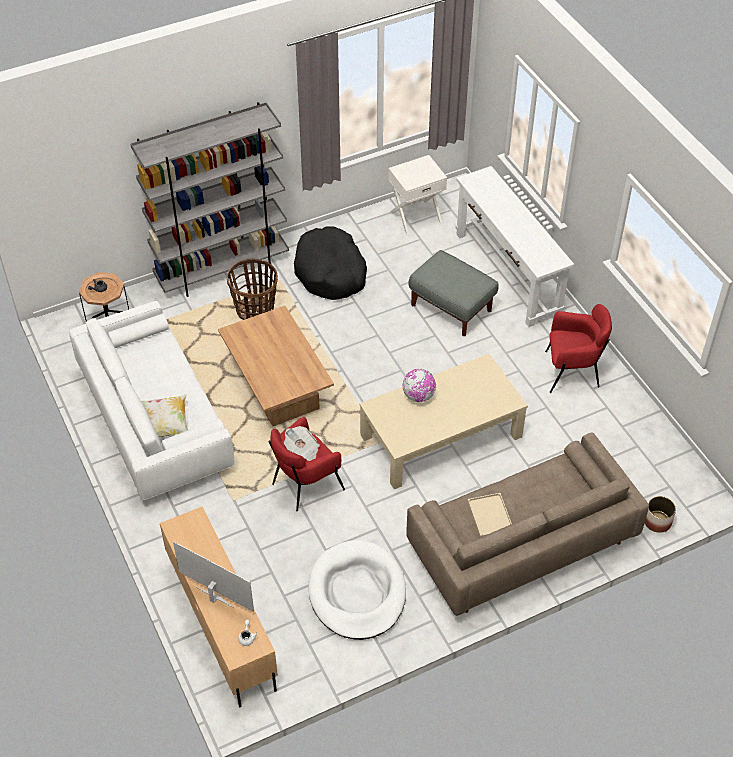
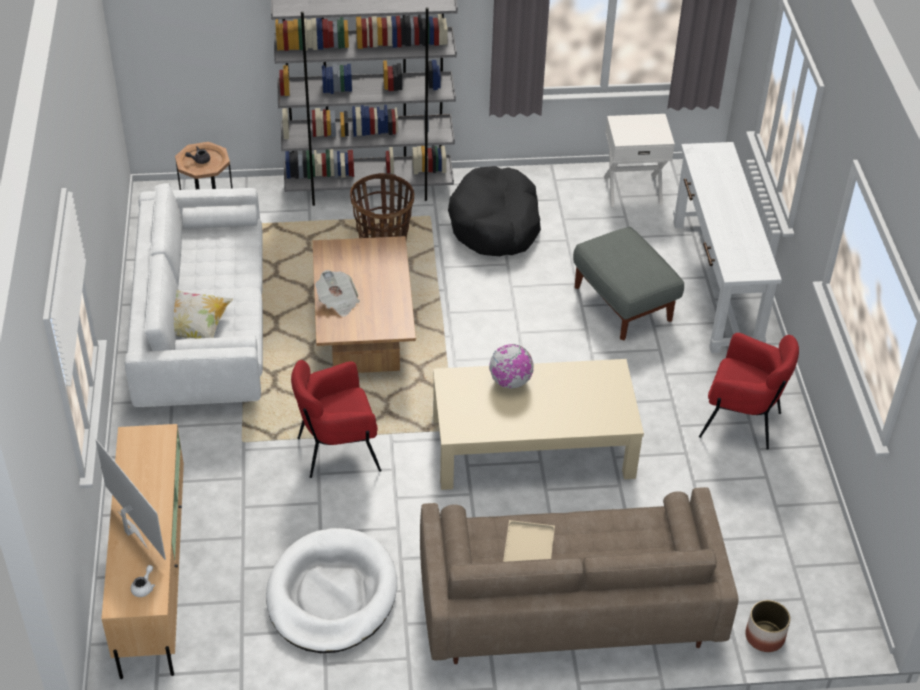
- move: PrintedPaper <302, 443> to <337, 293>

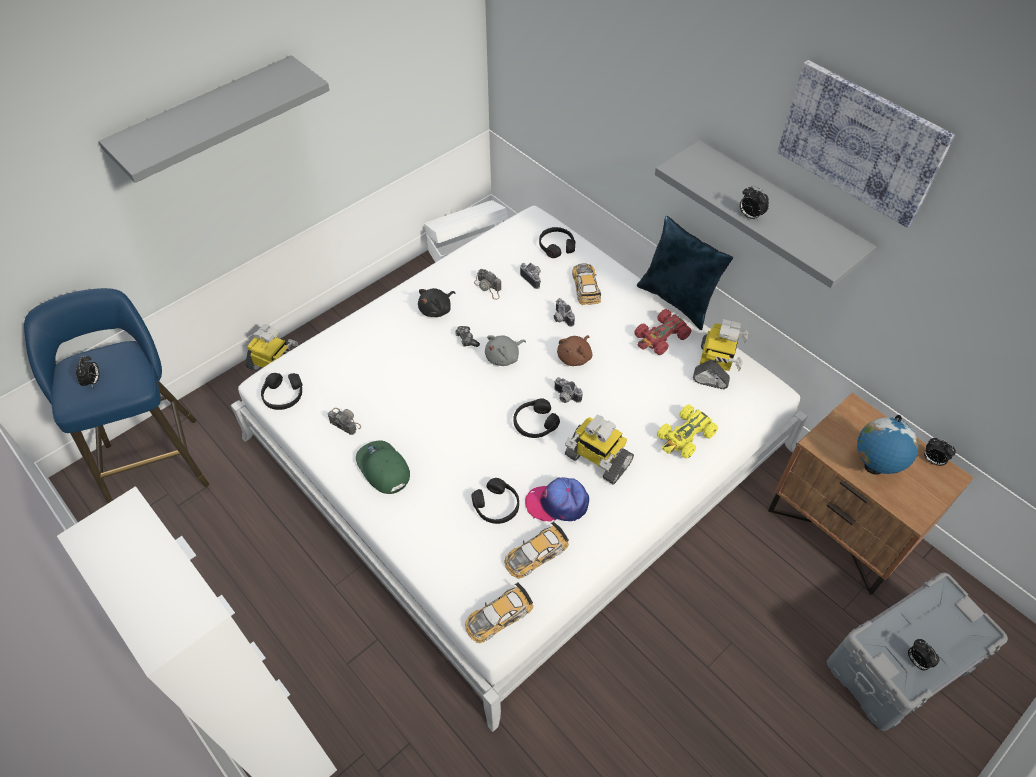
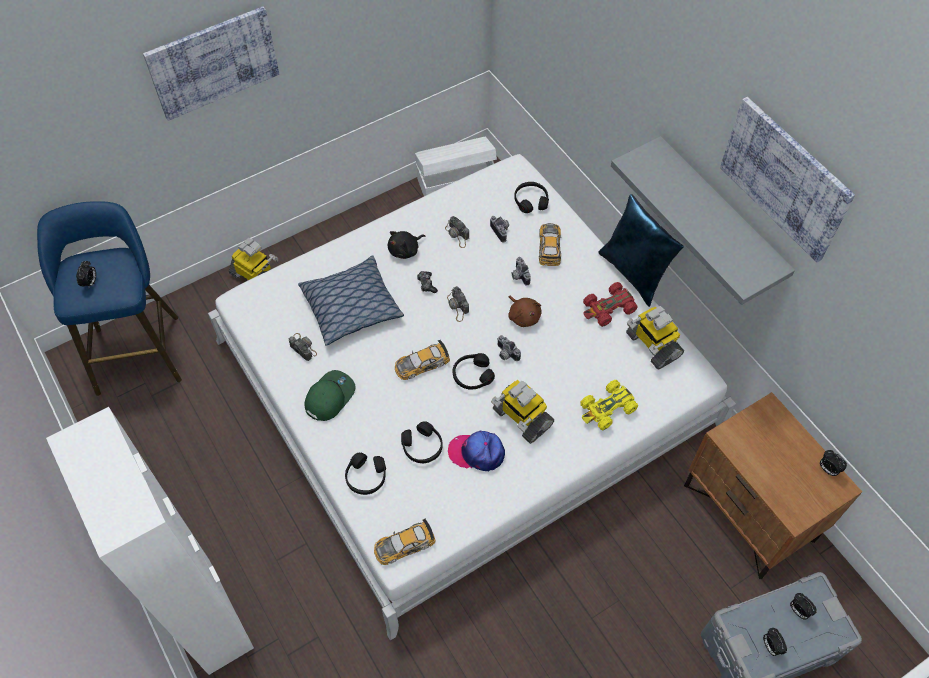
- replace: GreyShelf <214, 119> to Picture <211, 63>
- move: BlackColouredHeadphones <281, 391> to <365, 473>
- rotate: GreenColouredBaseballCap <383, 467> = <330, 395> 60 degrees clockwise
- replace: GreySoftToy <505, 350> to StillCamera <458, 304>
- move: ModelCar <536, 550> to <422, 360>
- rotate: BrownishSoftToy <575, 350> = <525, 311> 75 degrees counterclockwise
- rotate: ToyRobot <720, 354> = <655, 338> 120 degrees clockwise
- move: TableClock <754, 203> to <803, 606>
- delete: WorldGlobe <888, 445>
- insert: Pillow <351, 300>

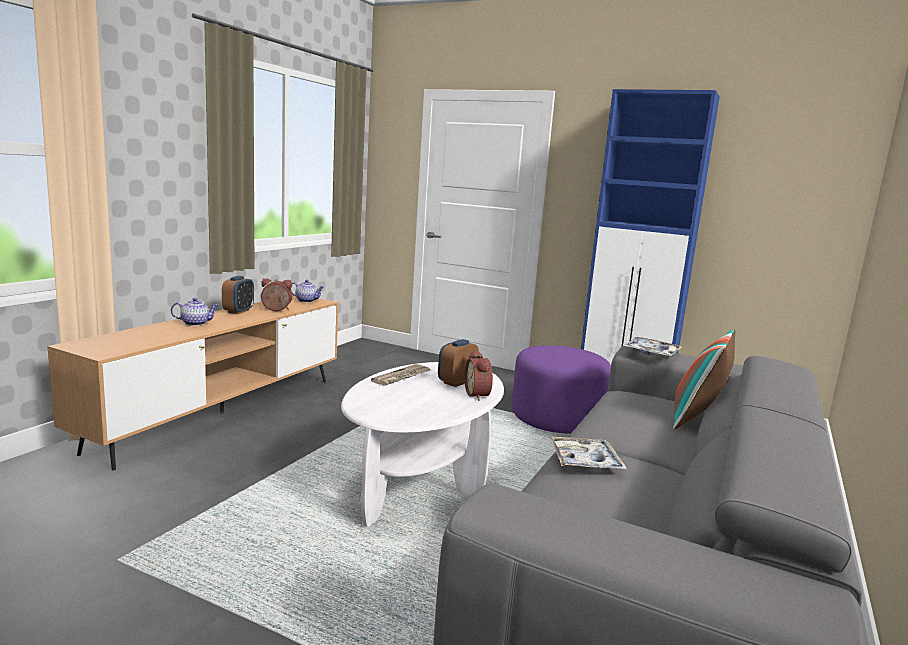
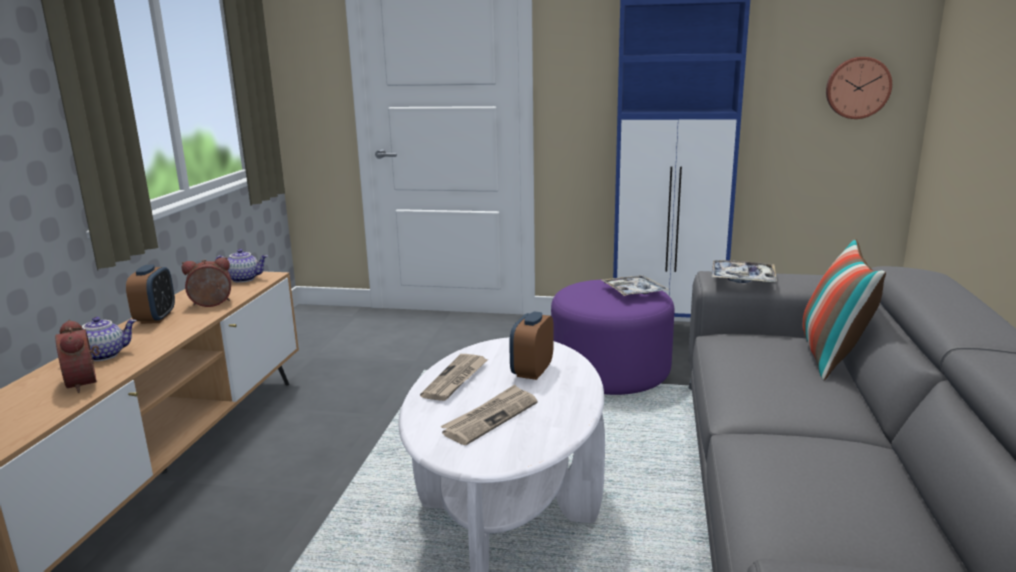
- move: TableClock <478, 375> to <77, 356>
- move: CarryingTray <588, 452> to <635, 285>
- insert: PrintedPaper <488, 415>
- insert: WallClock <859, 88>

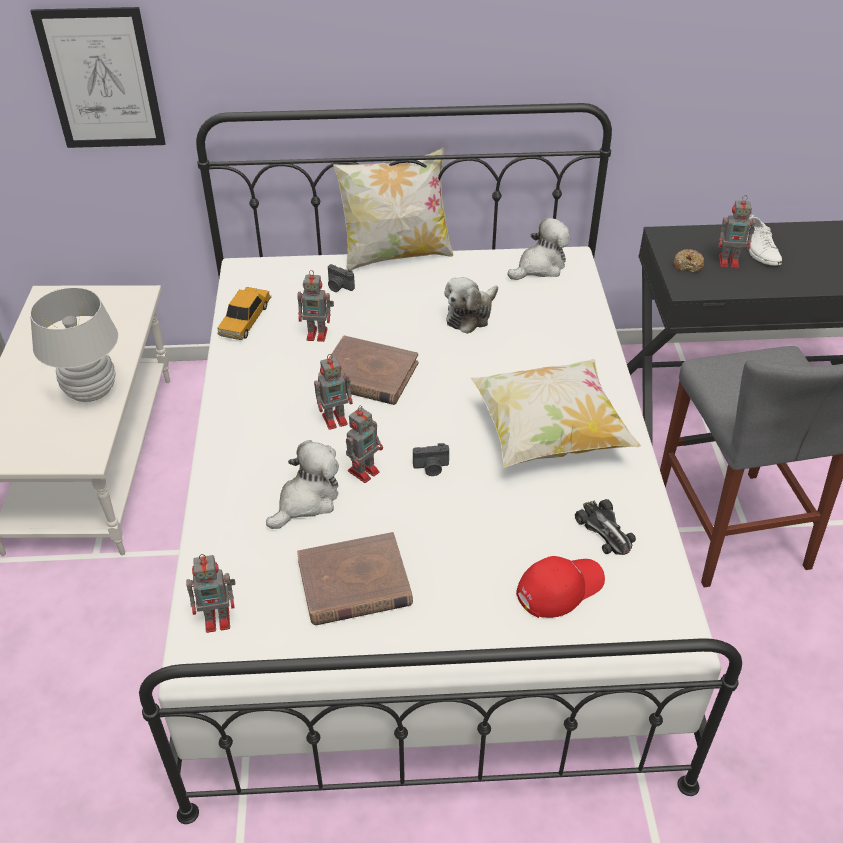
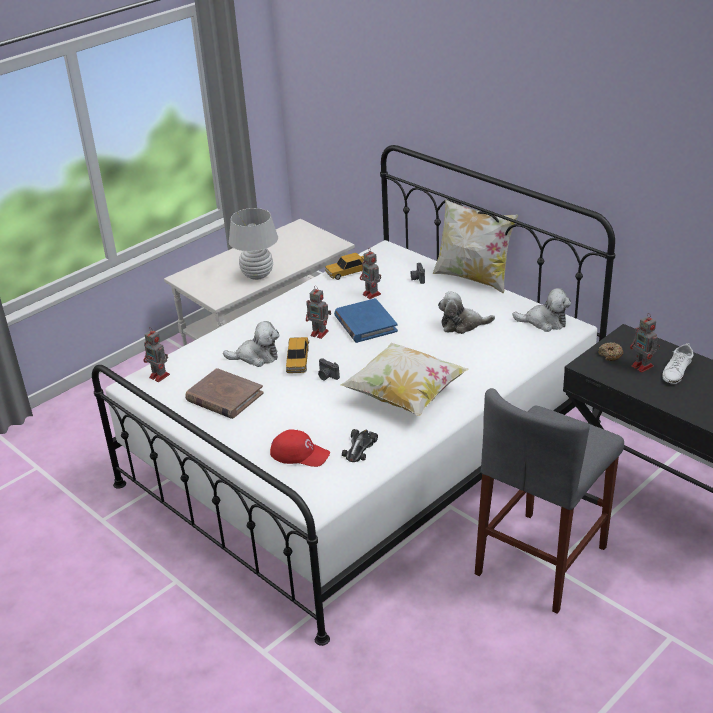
- delete: Picture <98, 77>
- recolor: BrownishVolume <368, 370> to BluishVolume <366, 320>
- replace: ToyRobot <364, 444> to ModelCar <297, 355>

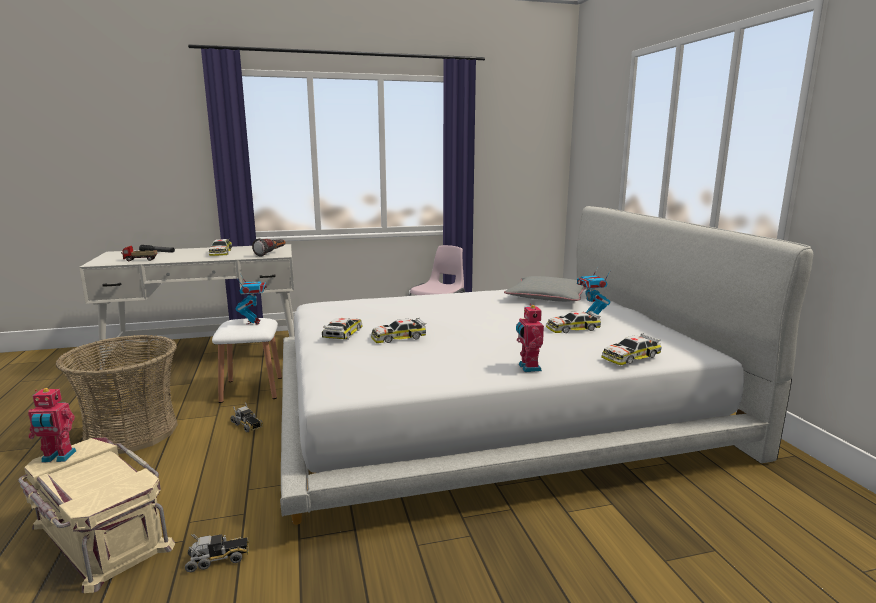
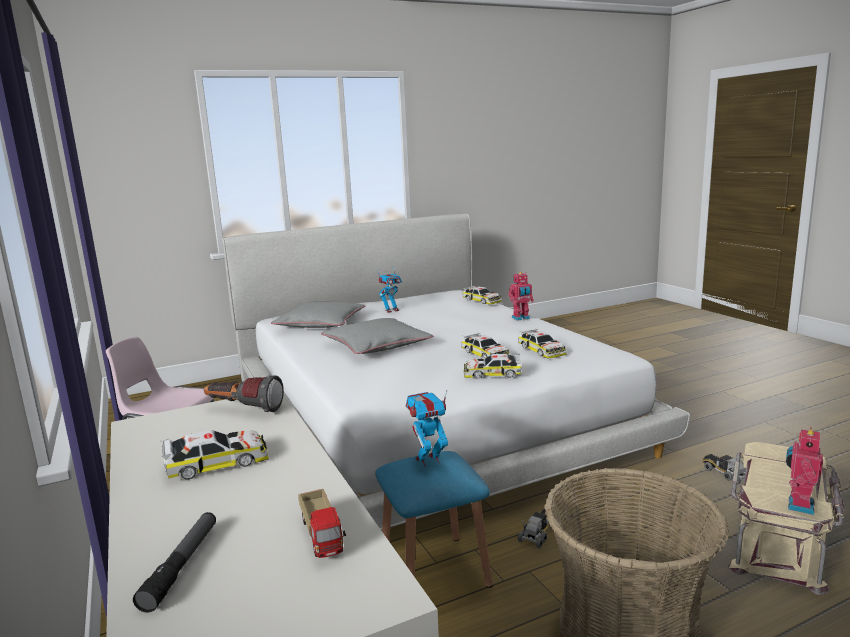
- rotate: ToyRobot <52, 425> = <804, 471> 135 degrees counterclockwise
- recolor: WhiteColouredStoolSeat <247, 360> to BluishStoolSeat <434, 519>
- move: ModelCar <573, 322> to <542, 343>
- insert: GreyPillow <377, 336>

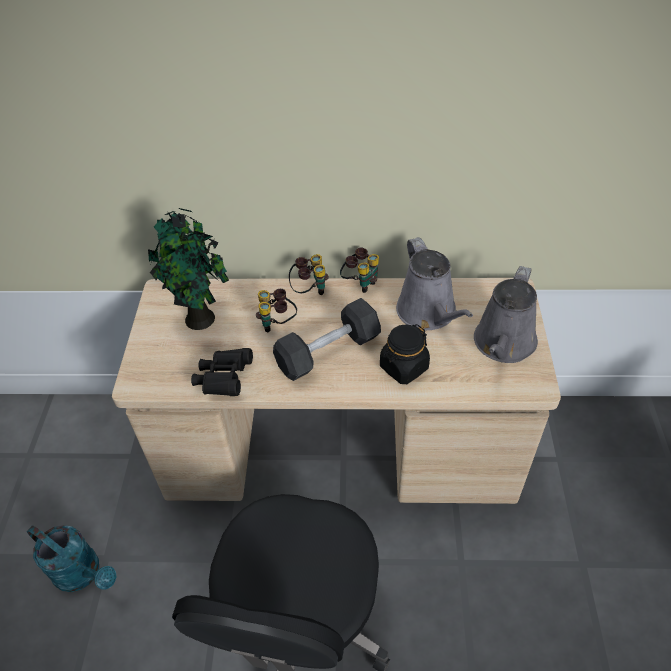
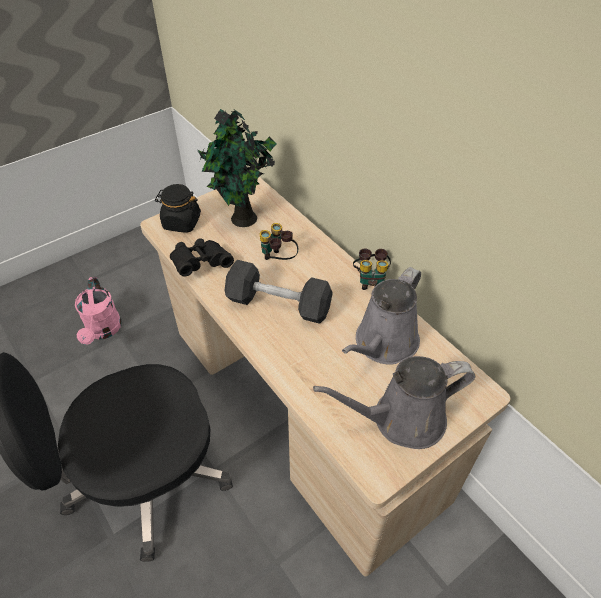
- recolor: BlueGreenSprinklingCan <72, 558> to PinkColouredSprinklingCan <98, 311>
- delete: FieldGlasses <309, 274>
- move: BlackColouredJar <405, 354> to <178, 208>

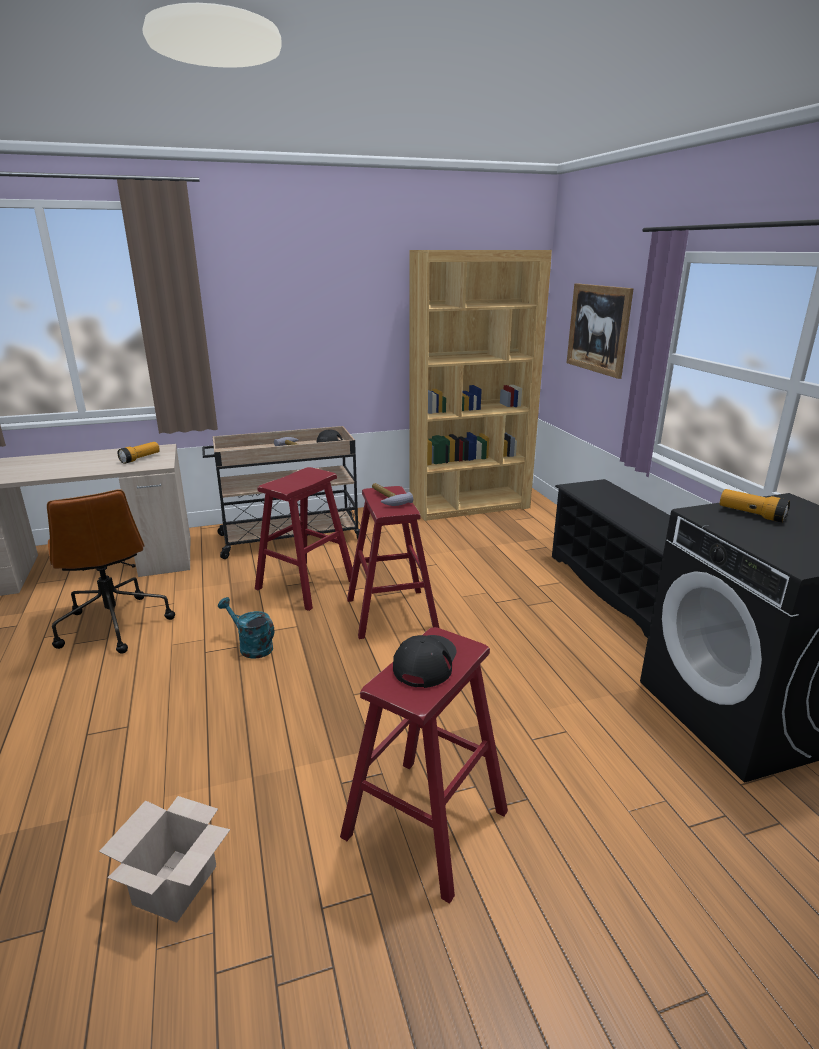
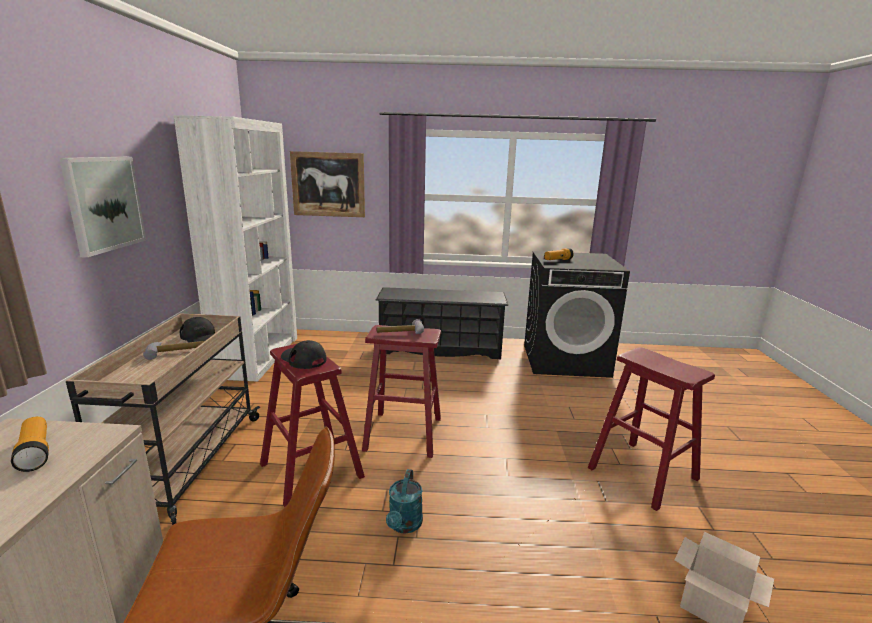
- rotate: BlueGreenSprinklingCan <246, 628> = <404, 501> 45 degrees counterclockwise
- move: BlackColouredBaseballCap <424, 661> to <304, 354>
- recolor: BrownishBookcase <481, 385> to WhiteColouredBookcase <235, 248>
- insert: Picture <102, 207>

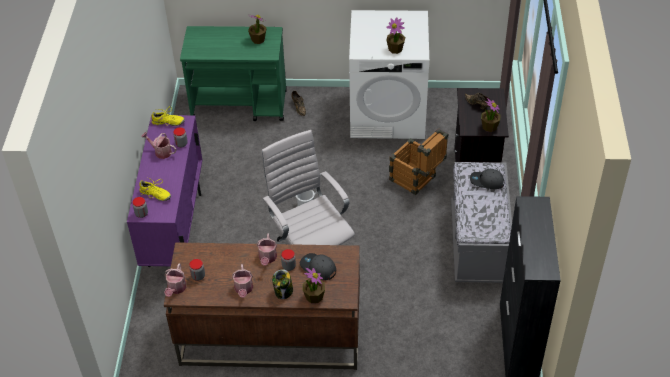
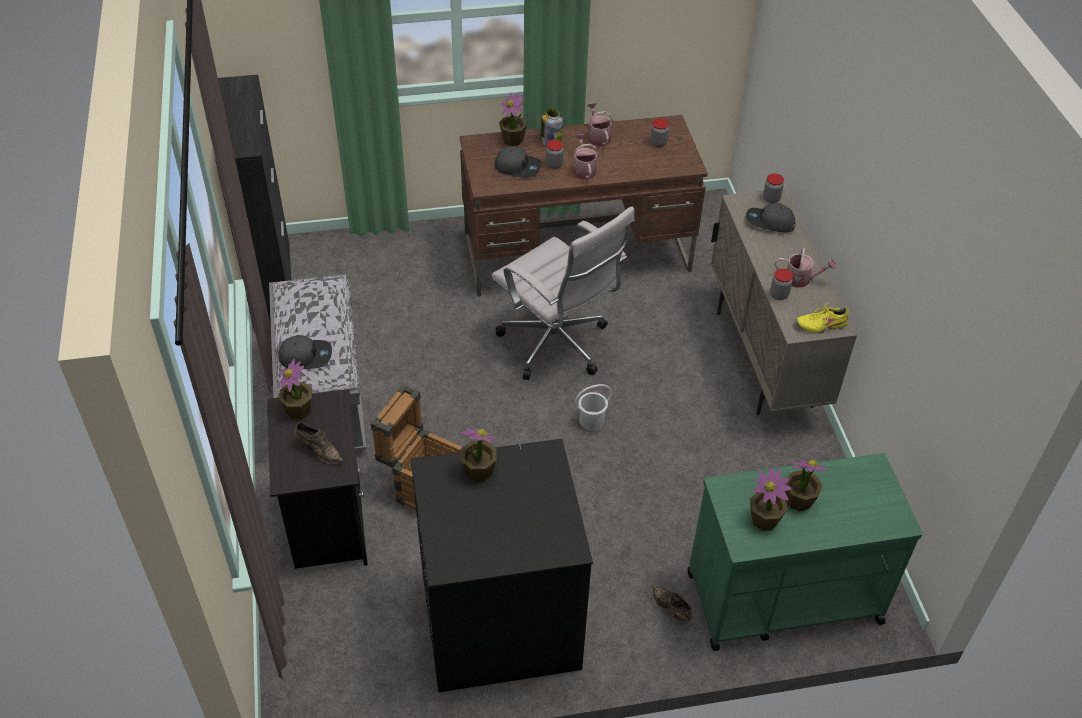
- recolor: PurplishStorageCabinet <164, 191> to SandColouredStorageCabinet <784, 302>
- replace: YellowishShoe <155, 189> to GreyBaseballCap <770, 218>
- delete: SprinklingCan <175, 280>
- recolor: WhiteColouredLaundryMachine <389, 74> to BlackColouredLaundryMachine <502, 566>
- insert: Houseplant <807, 485>

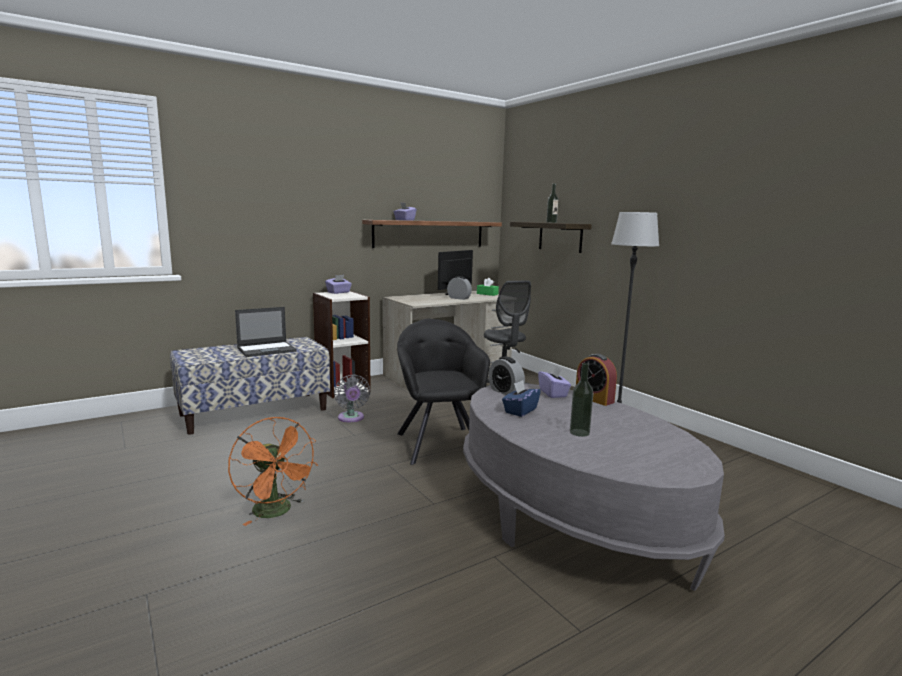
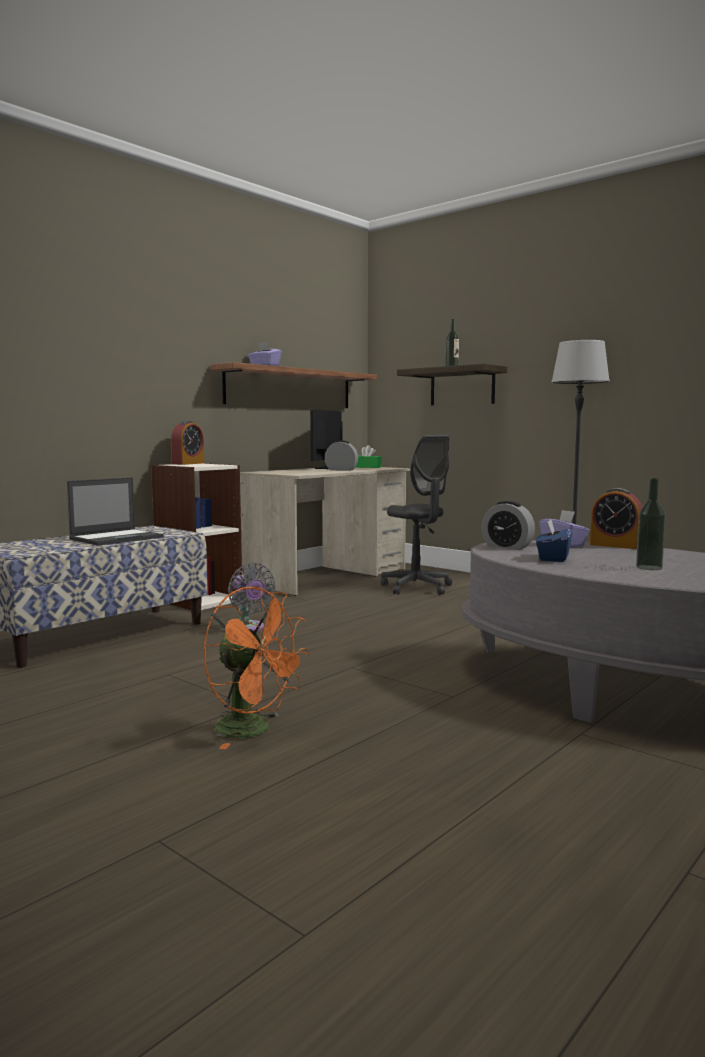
- replace: PurplishTissueHolder <338, 284> to TableClock <187, 443>
- delete: BlackColouredEasyChair <443, 392>

